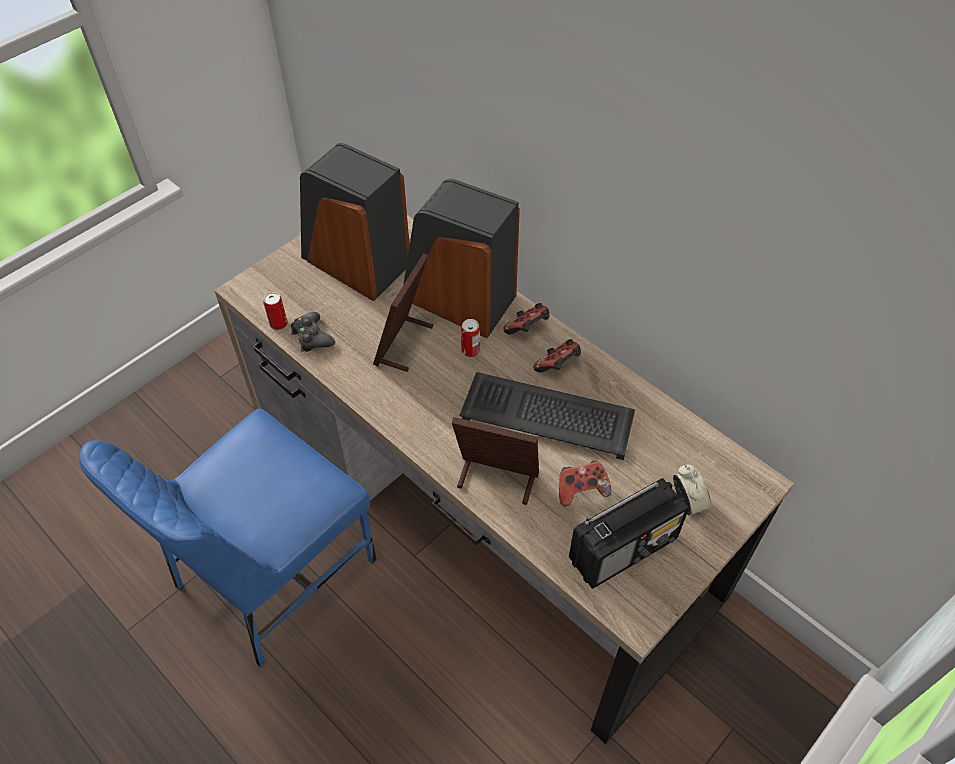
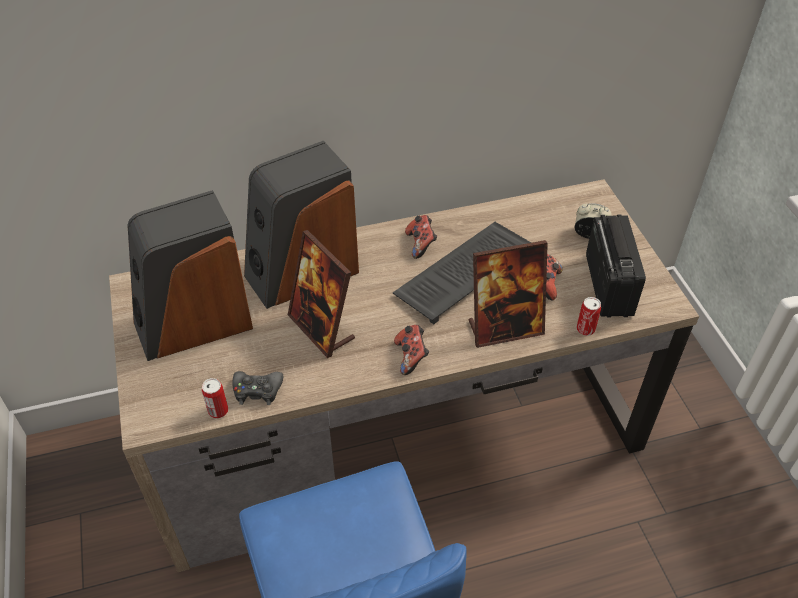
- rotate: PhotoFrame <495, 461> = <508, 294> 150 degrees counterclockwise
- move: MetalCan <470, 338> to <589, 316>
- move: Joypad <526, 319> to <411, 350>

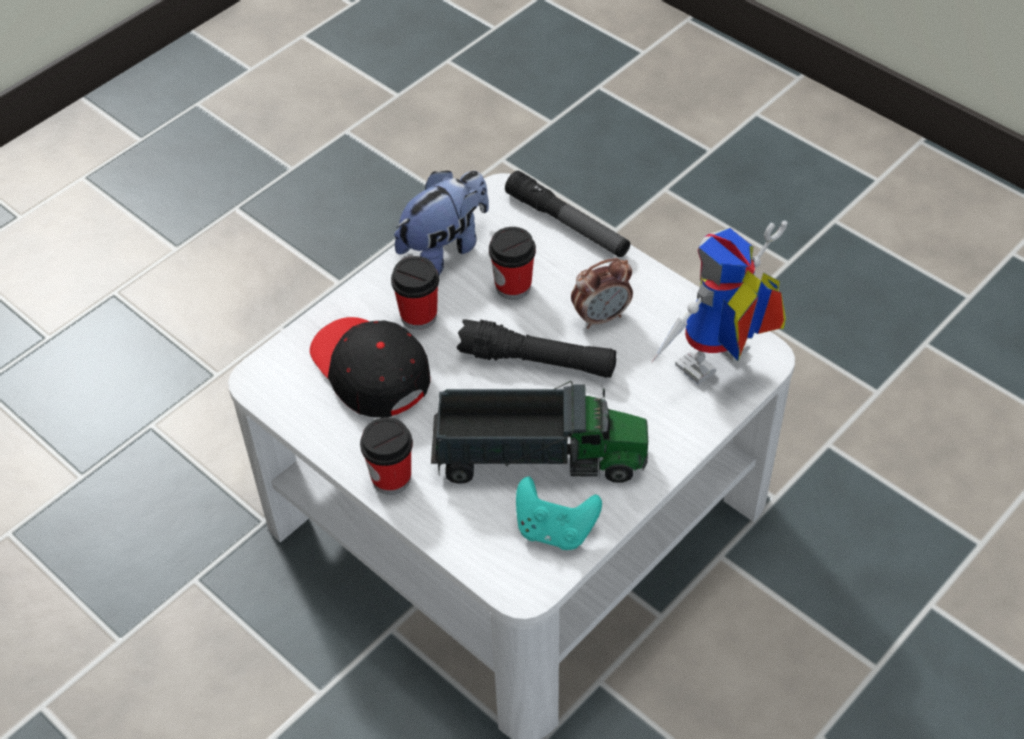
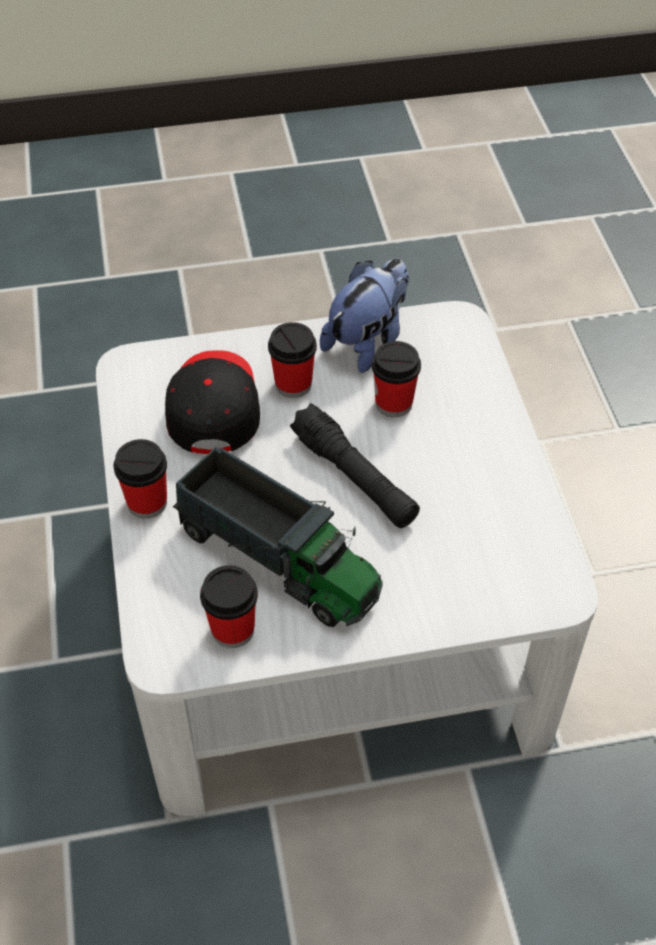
- rotate: SoftToy <441, 223> = <364, 316> 45 degrees counterclockwise
- delete: Torch <567, 214>
- replace: BlueGreenJoypad <559, 513> to SmallCup <229, 606>
- delete: TableClock <602, 293>
- delete: ToyRobot <718, 303>

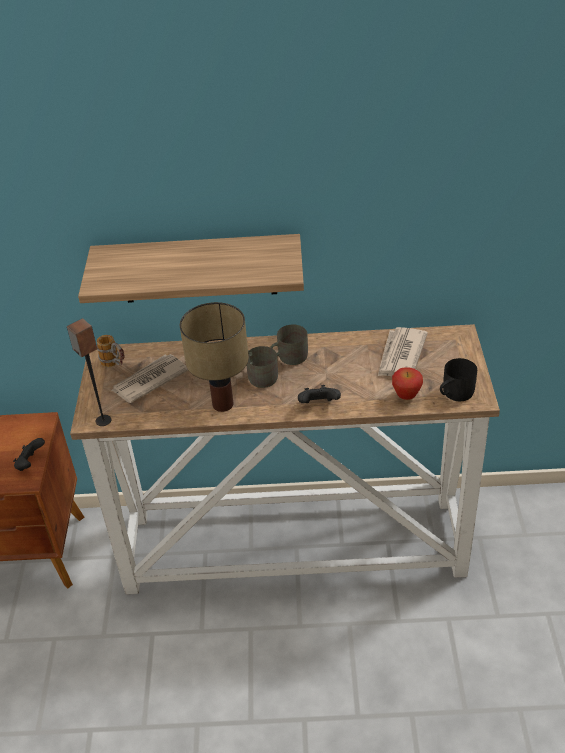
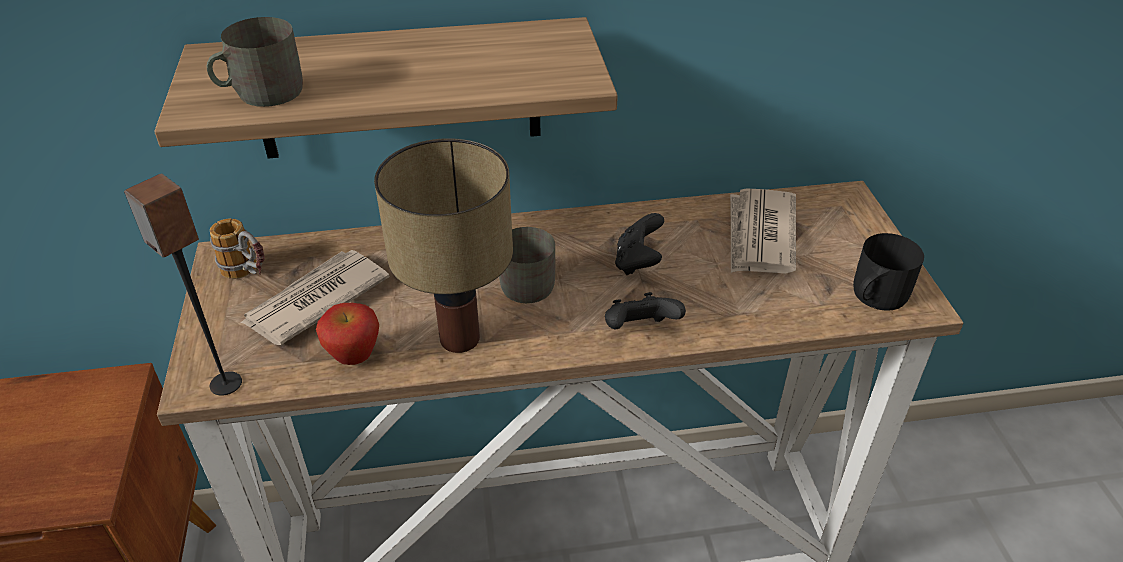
- move: BlackColouredJoypad <29, 454> to <639, 244>
- move: GreyTeaMug <289, 344> to <255, 62>
- move: Apple <407, 383> to <347, 334>

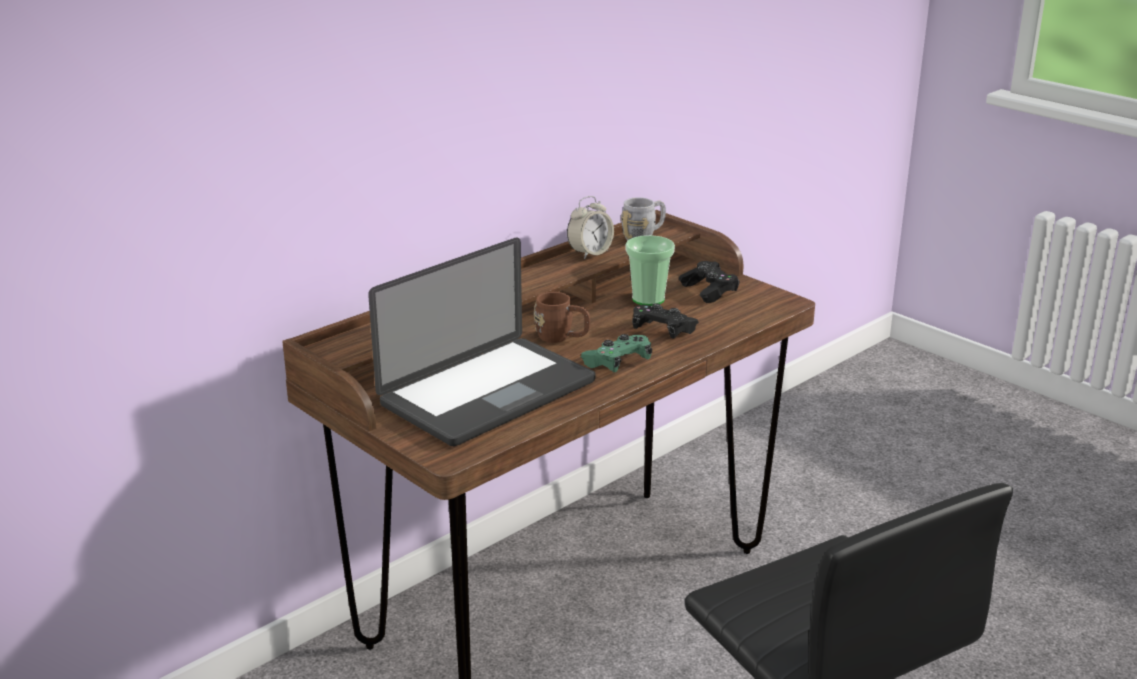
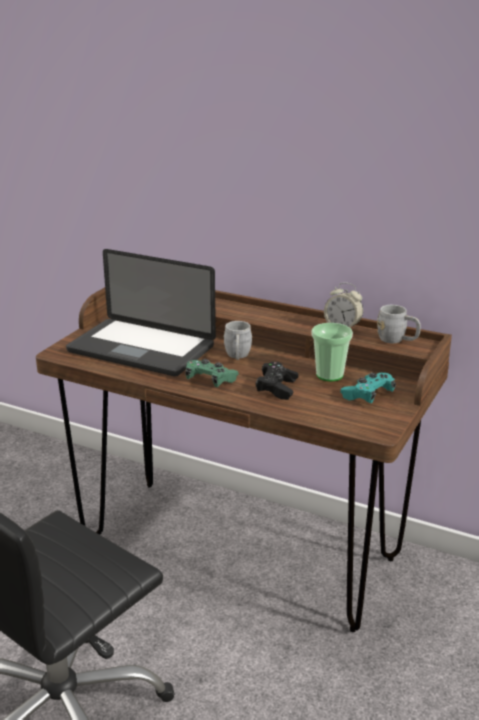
- recolor: BrownishTeaMug <562, 317> to GreyTeaMug <238, 340>
- recolor: BlackColouredJoypad <709, 282> to BlueGreenJoypad <368, 388>

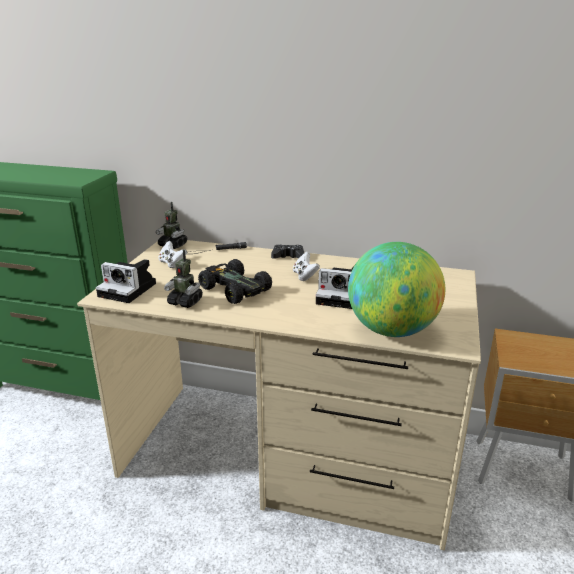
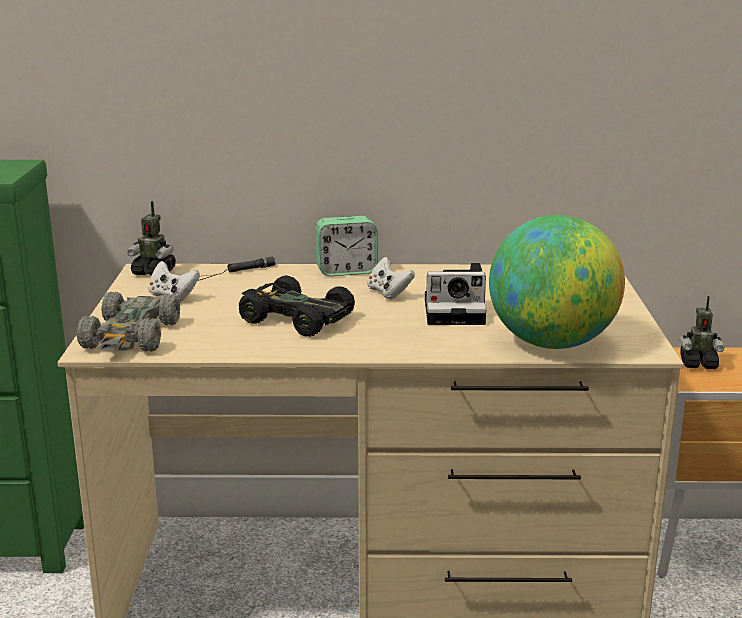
- replace: StillCamera <126, 281> to GreyModelCar <128, 322>
- move: ToyRobot <183, 279> to <702, 332>
- replace: BlackColouredJoypad <287, 251> to TableClock <346, 246>

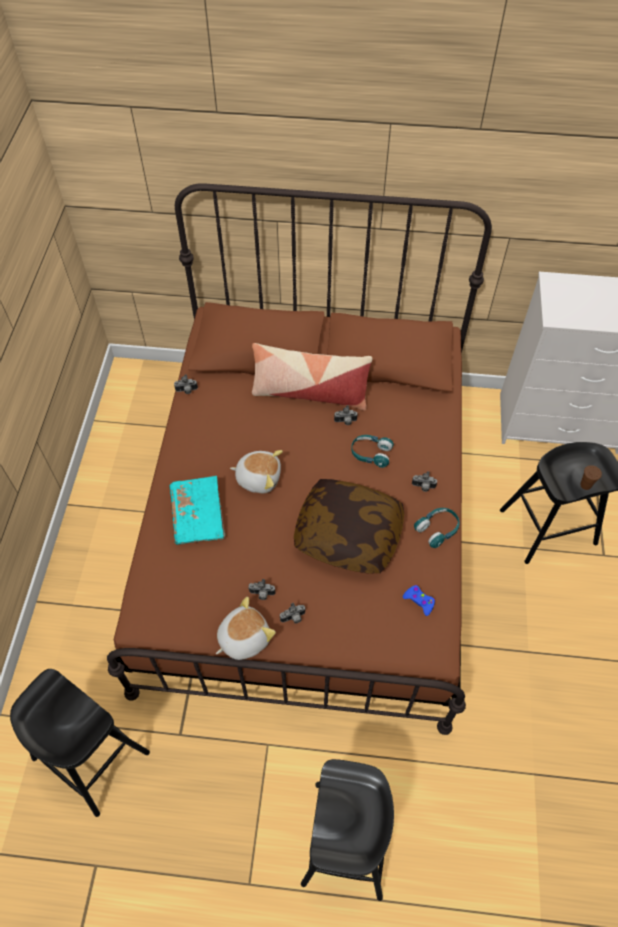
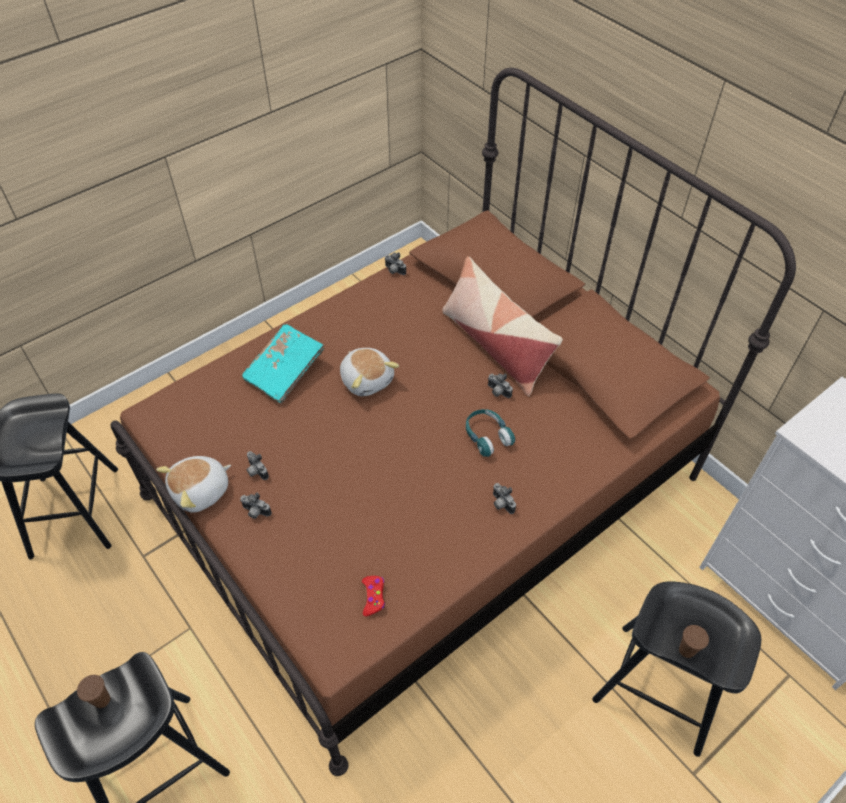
- rotate: SoftToy <246, 628> = <193, 484> 135 degrees clockwise
- delete: Pillow <349, 526>
- recolor: BluishJoypad <419, 600> to ReddishJoypad <373, 596>
- delete: BlueGreenHeadphones <437, 528>
- insert: BrownishSmallCup <93, 691>

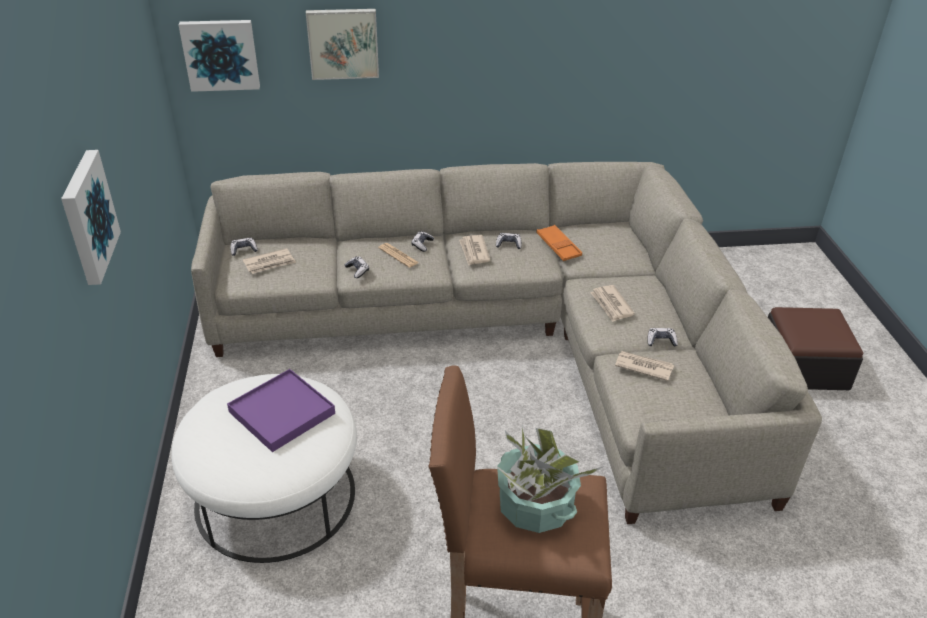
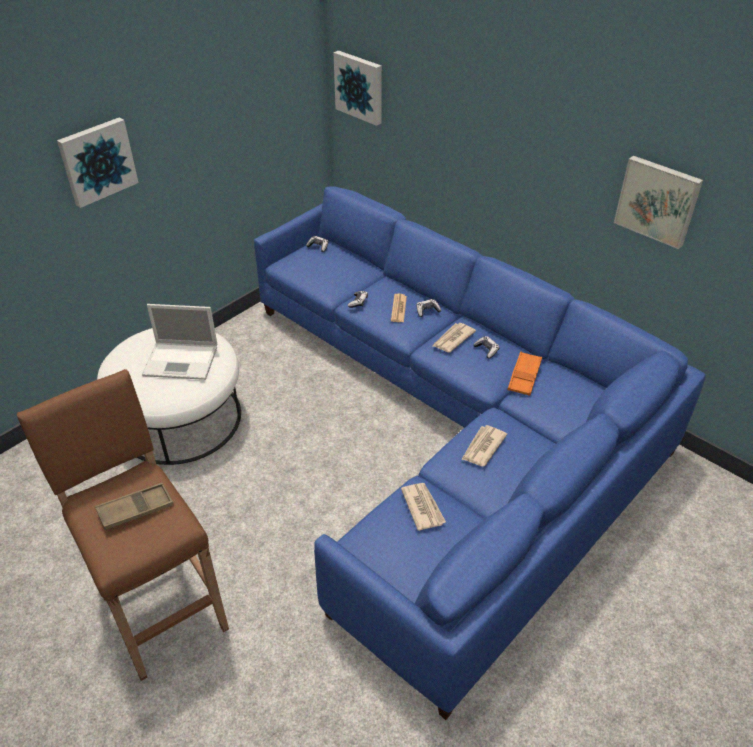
- recolor: GreySettee <506, 343> to BluishSettee <480, 453>
- replace: PurplishCarryingTray <281, 410> to NotebookComputer <179, 342>
- delete: PrintedPaper <269, 261>
- move: Picture <342, 44> to <658, 202>
- replace: Houseplant <549, 480> to BrownishCarryingTray <134, 506>
- delete: Joypad <662, 337>
- delete: Ottoman <815, 348>

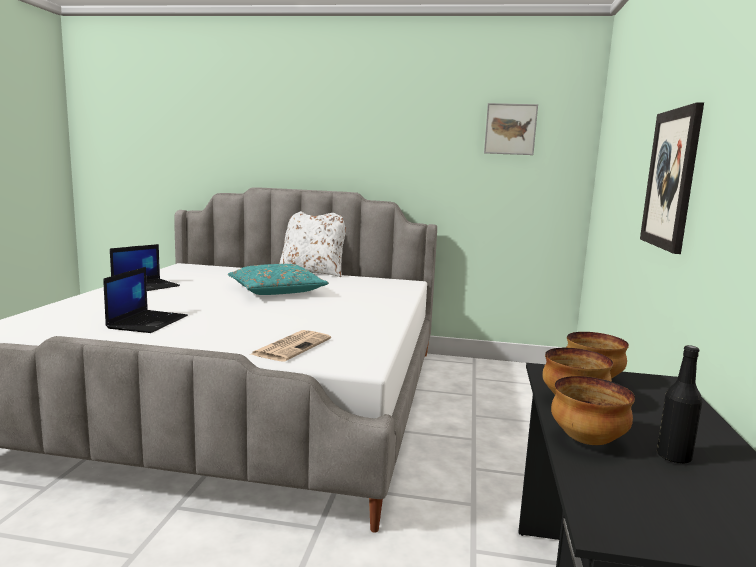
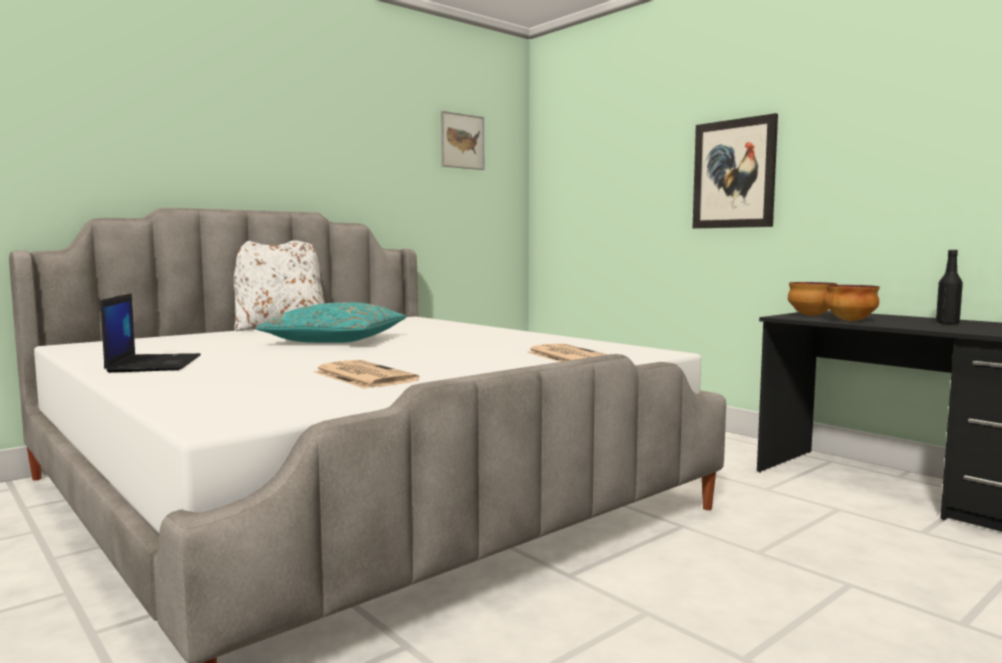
- replace: NotebookComputer <146, 300> to PrintedPaper <367, 374>
- delete: ServingBowl <593, 410>

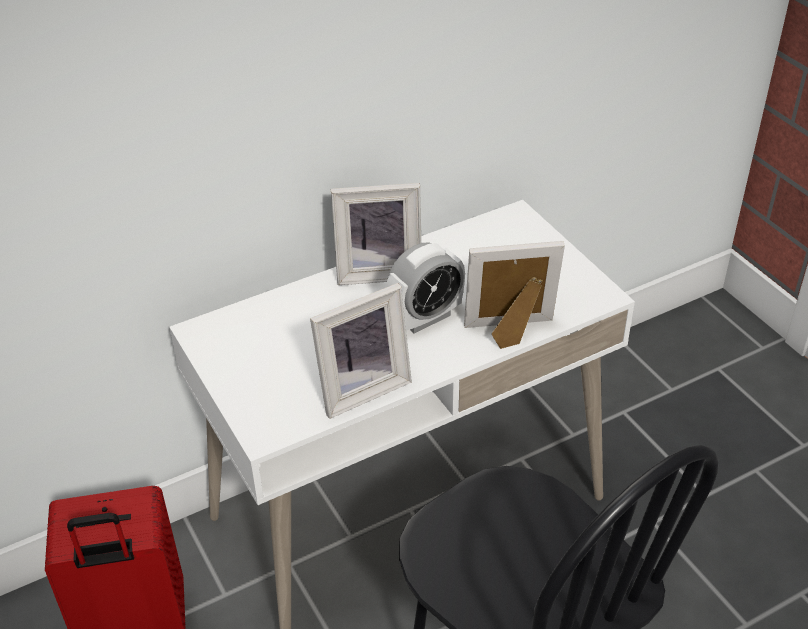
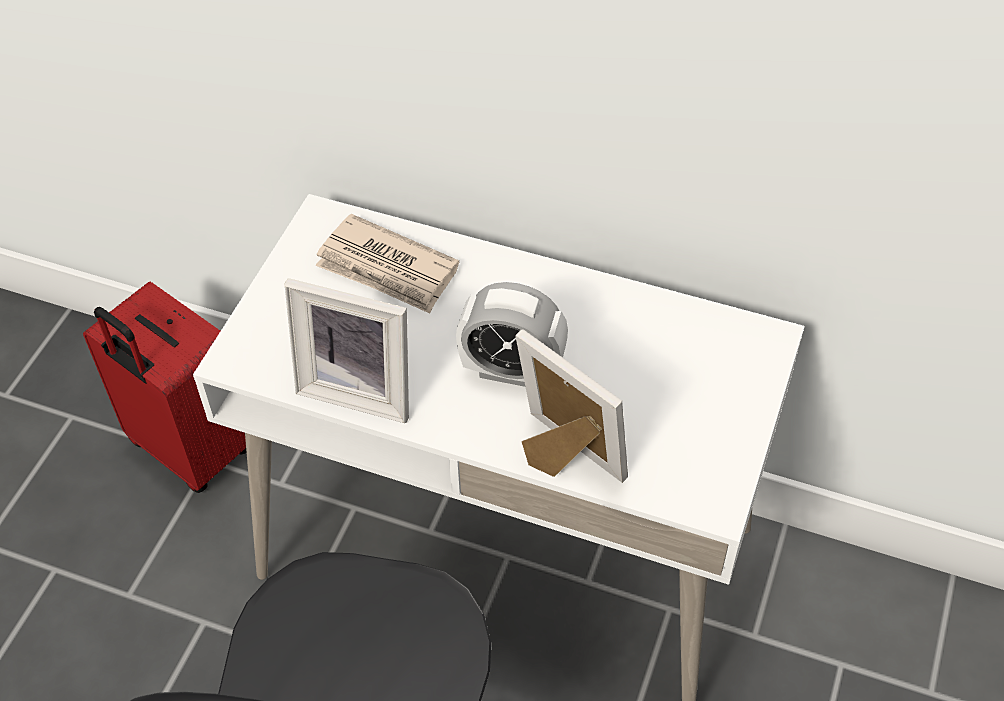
- delete: PhotoFrame <376, 234>
- insert: PrintedPaper <387, 263>

